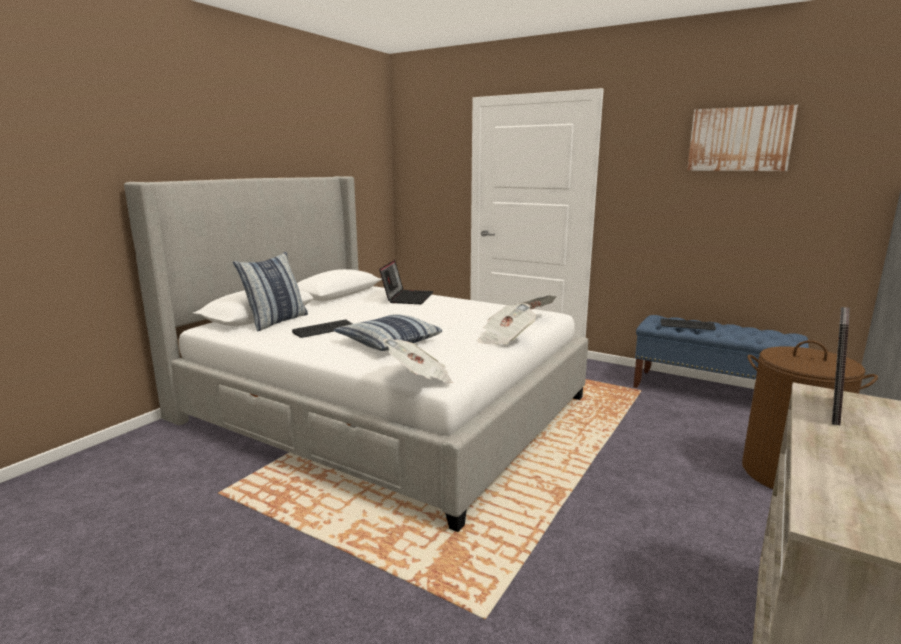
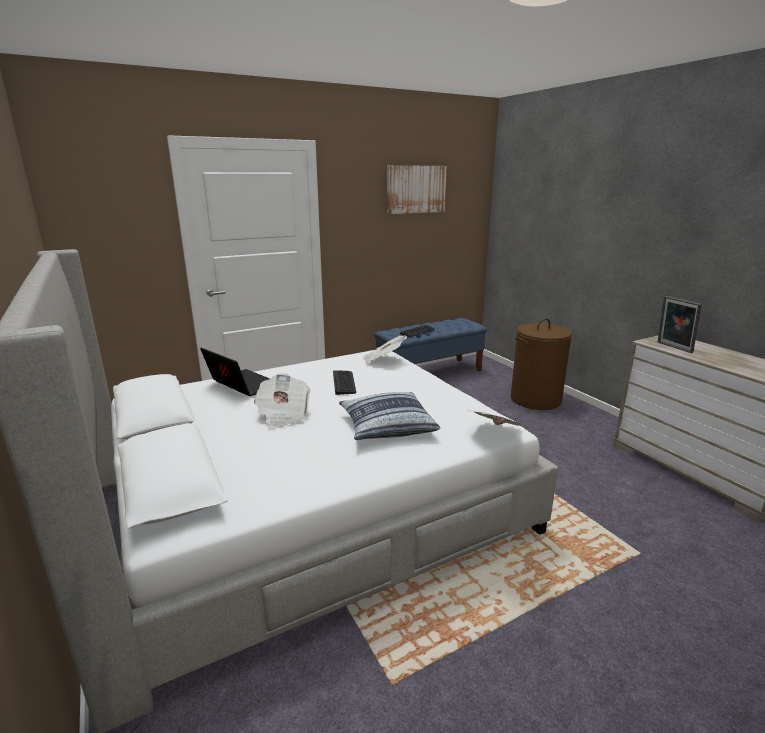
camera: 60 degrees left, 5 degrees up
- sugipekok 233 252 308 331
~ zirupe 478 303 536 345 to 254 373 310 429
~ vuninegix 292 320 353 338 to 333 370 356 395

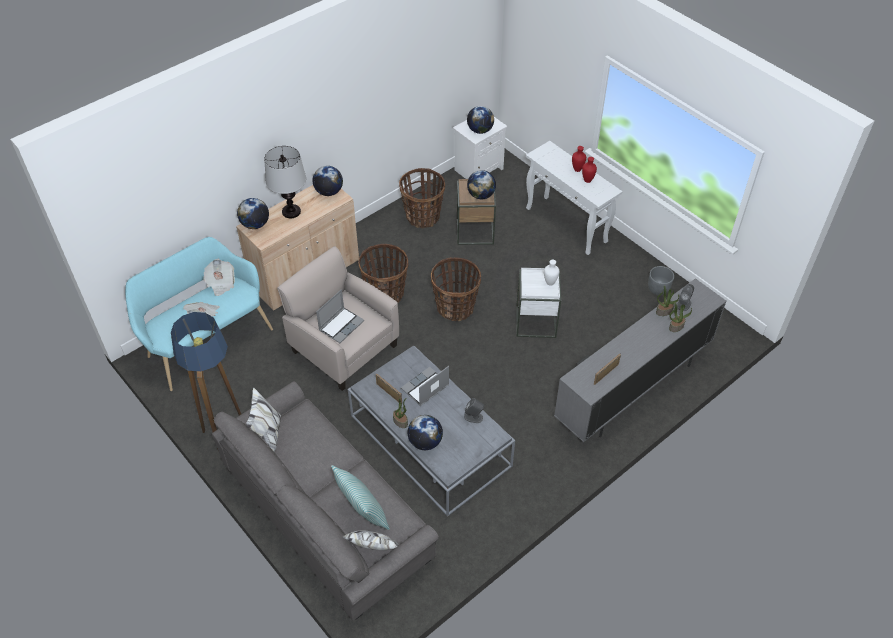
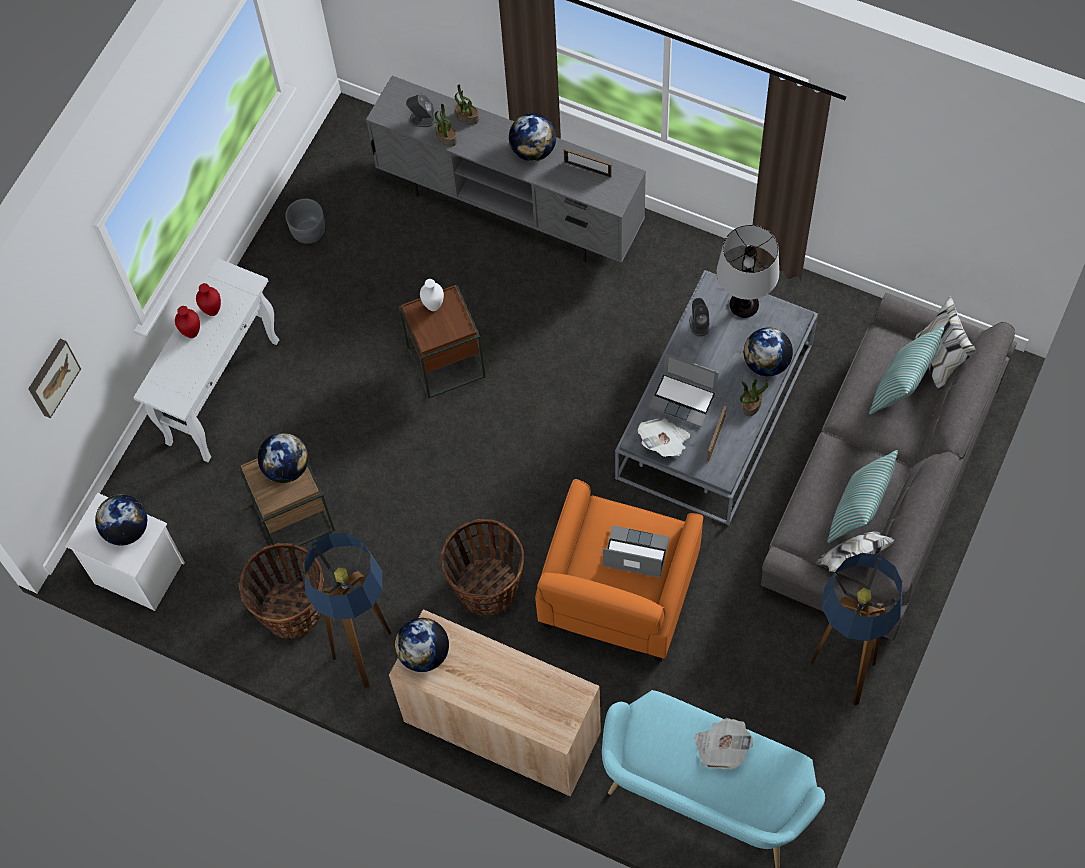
camera: 110 degrees left, 15 degrees up
~ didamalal 264 146 306 218 to 716 225 780 318
~ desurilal 237 198 269 229 to 509 113 556 161
~ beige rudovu 277 246 399 391 to orange rudovu 535 479 704 662
- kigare 431 257 481 321
~ zirupe 203 259 235 296 to 638 418 690 457
~ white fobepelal 516 268 561 338 to brown fobepelal 399 285 486 399
+ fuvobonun 28 339 81 418
+ sugipekok 827 450 898 543
+ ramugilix 305 533 391 688

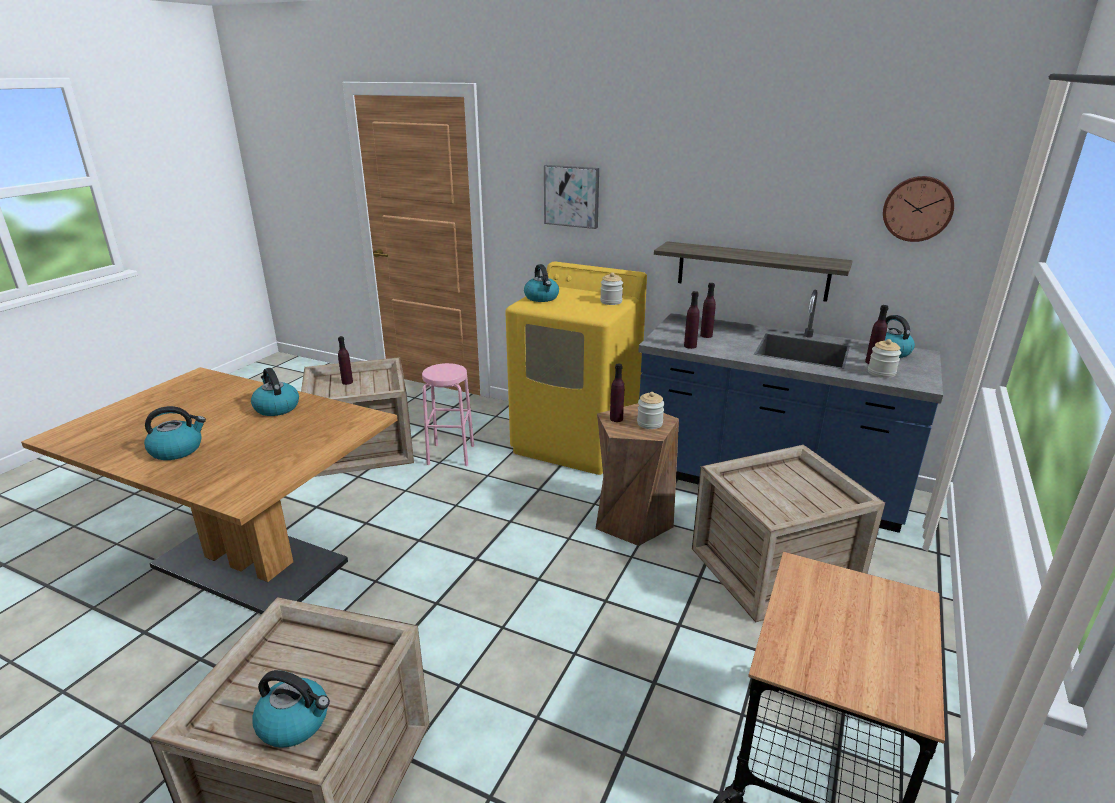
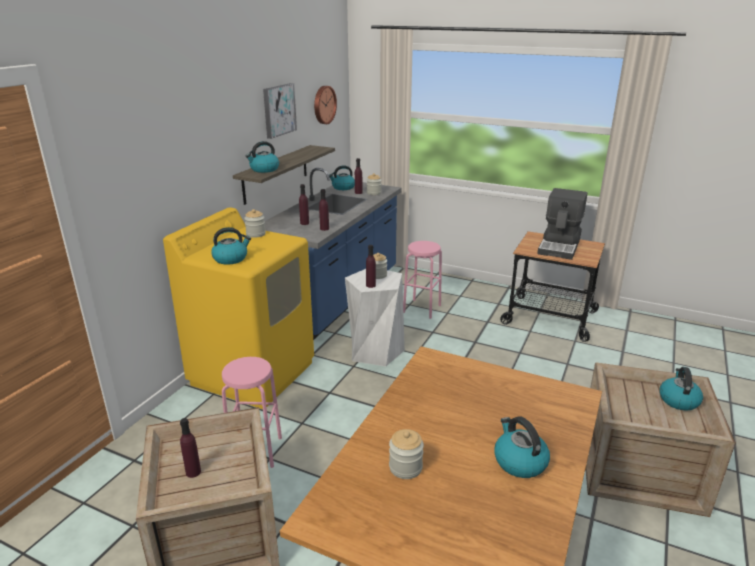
camera: 90 degrees left, 0 degrees up
~ fuvobonun 544 165 599 229 to 263 83 297 139
~ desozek 251 368 299 416 to 245 141 279 173
~ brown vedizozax 596 403 679 546 to white vedizozax 345 269 405 367
~ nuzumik 692 445 885 622 to pink vedizozax 403 241 442 319
+ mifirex 537 188 587 260
+ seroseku 389 429 424 479

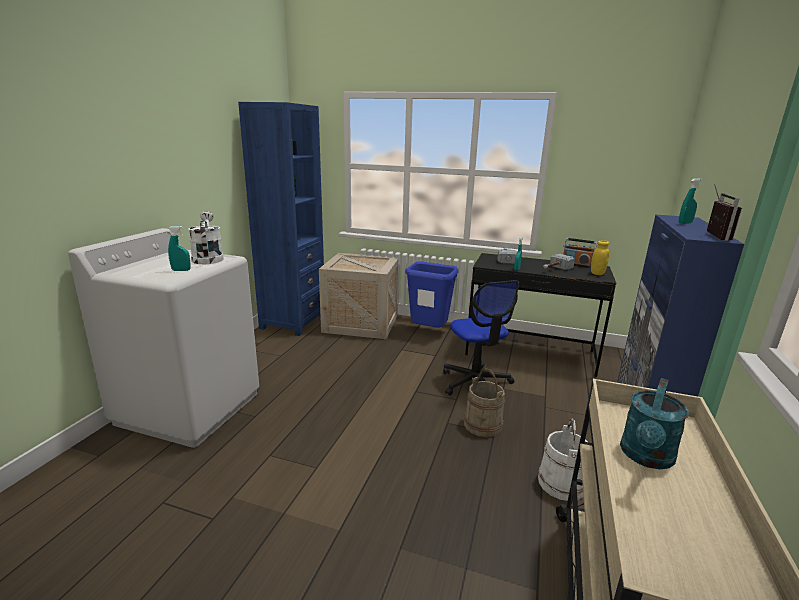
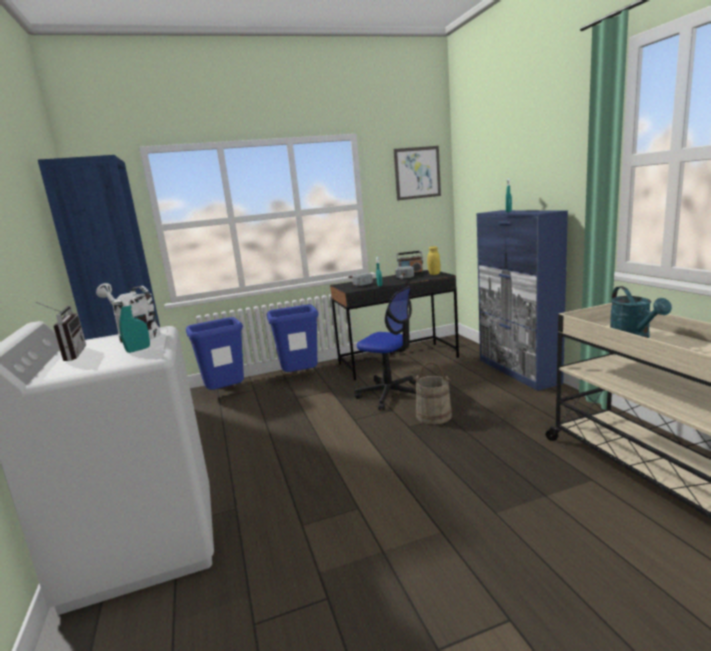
camera: 35 degrees left, 5 degrees down
~ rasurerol 707 184 742 241 to 36 302 86 361
~ nuzumik 319 253 398 339 to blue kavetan 186 317 244 390
- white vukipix 538 418 588 501
+ fuvobonun 394 146 441 201

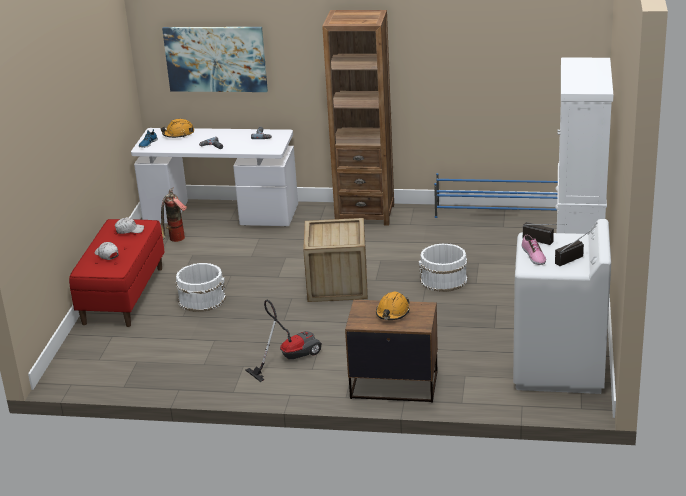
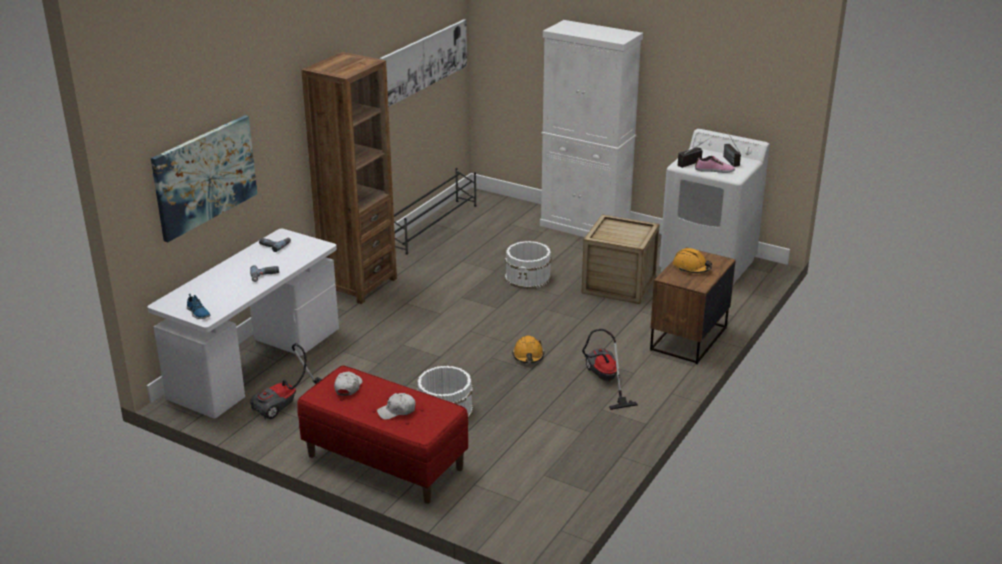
camera: 70 degrees left, 0 degrees up
~ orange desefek 161 119 194 138 to 512 336 544 363
~ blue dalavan 434 173 558 218 to black dalavan 394 168 477 255
~ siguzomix 161 188 187 242 to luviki 250 343 322 419
~ nuzumik 303 218 368 302 to 582 215 660 304
+ fuvobonun 379 19 467 107

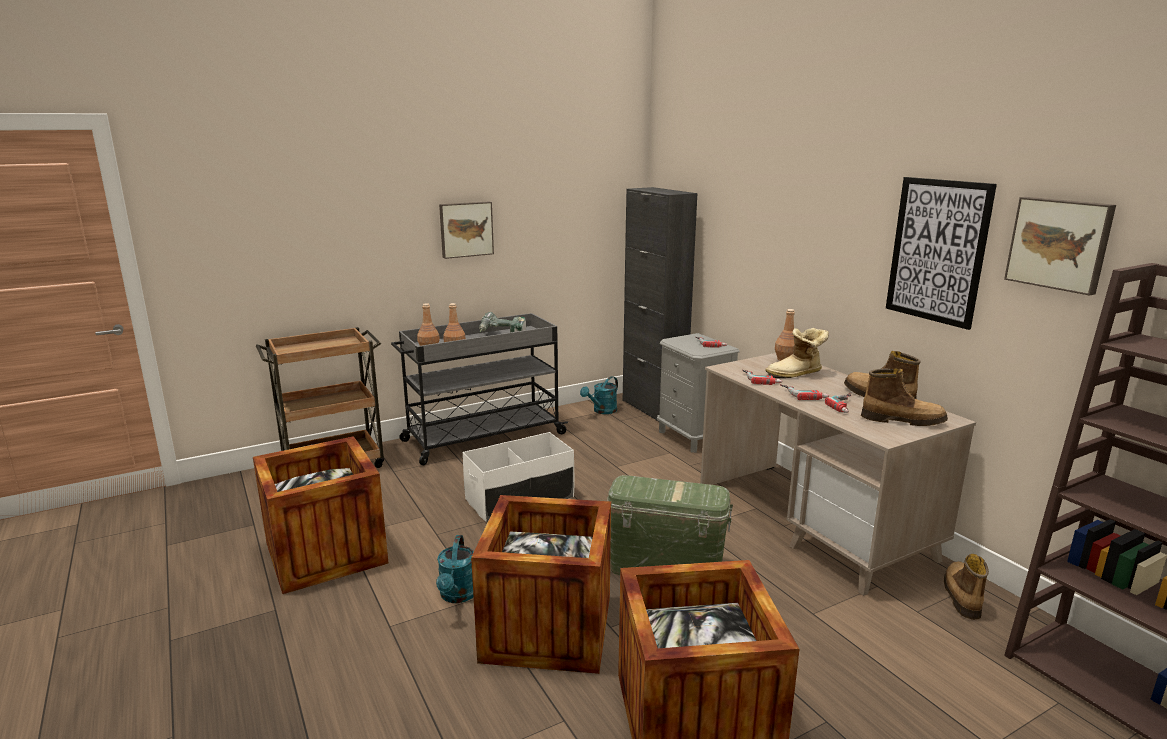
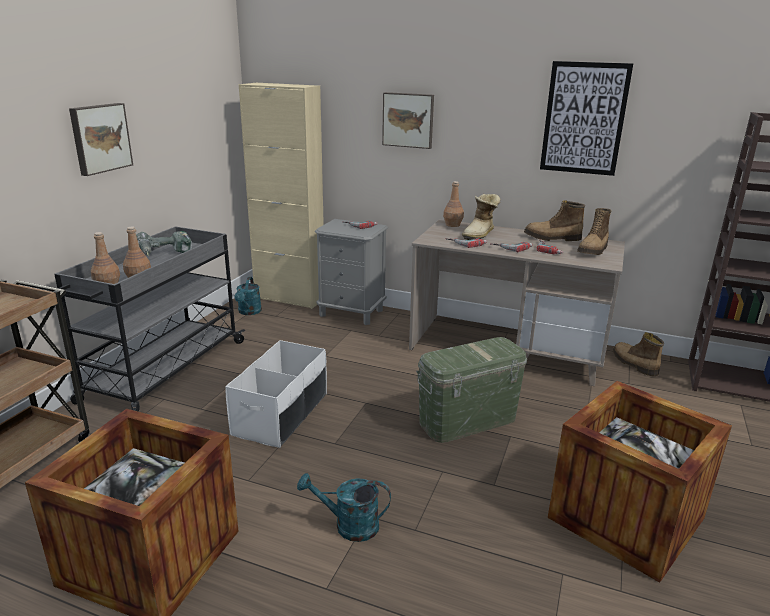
camera: 40 degrees left, 5 degrees up
~ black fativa 623 187 697 422 to beige fativa 239 83 324 309
~ fuvobonun 1004 197 1116 296 to 382 92 434 149
~ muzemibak 861 368 948 426 = 577 208 611 255 150 degrees clockwise
- nuzumik 471 495 611 674
~ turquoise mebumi 436 535 474 603 = 297 473 391 542 135 degrees clockwise

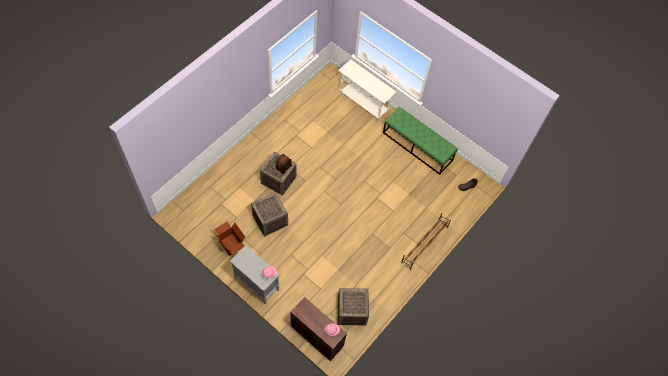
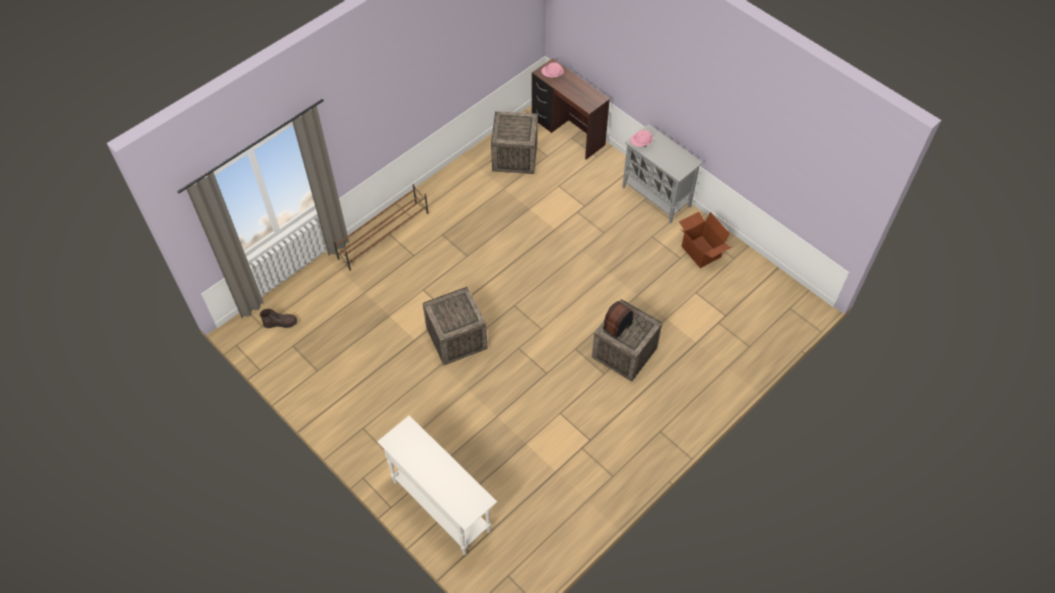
camera: 170 degrees left, 5 degrees down
- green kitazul 383 107 458 175
~ nuzumik 251 192 288 237 to 423 287 488 365

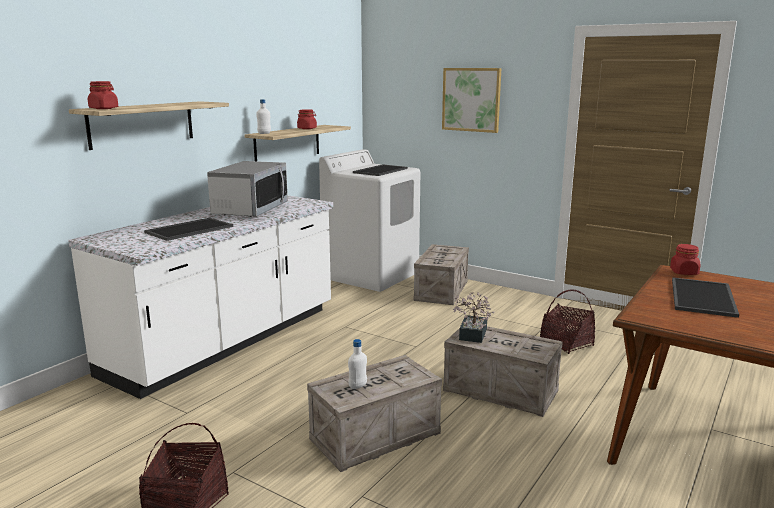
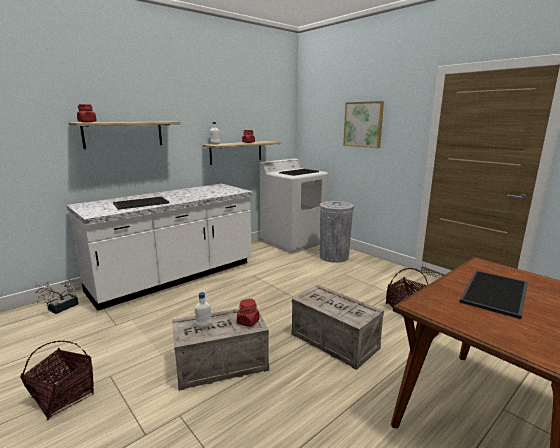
camera: 15 degrees right, 0 degrees up
- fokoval 207 161 288 217
~ nuzumik 414 244 469 305 to grey kavetan 320 201 354 263
~ red seroseku 670 244 700 275 to 237 298 259 327
~ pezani 453 292 494 343 to 34 279 79 314

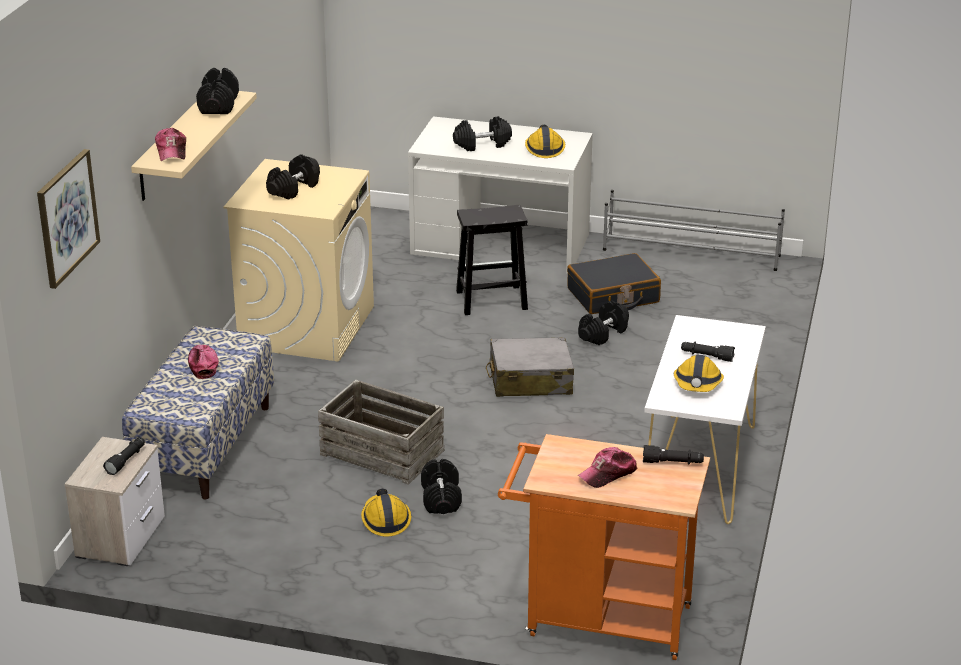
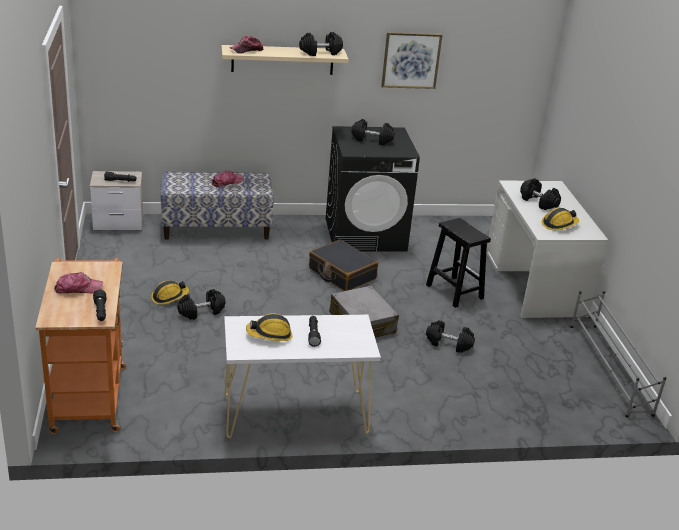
camera: 65 degrees right, 0 degrees up
~ fuvobonun 37 149 100 289 to 381 32 442 89
~ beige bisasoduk 224 159 374 361 to black bisasoduk 326 126 420 252
~ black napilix 567 253 661 314 to 309 240 378 291
- nuzumik 318 380 445 485
~ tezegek 578 447 638 488 = 54 272 103 293 135 degrees clockwise

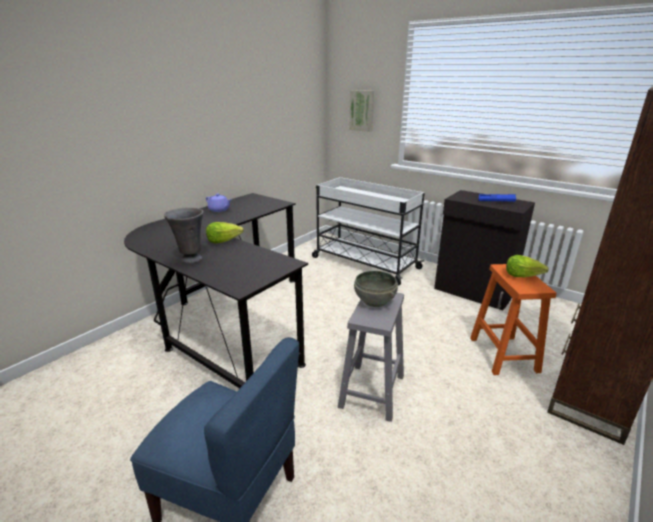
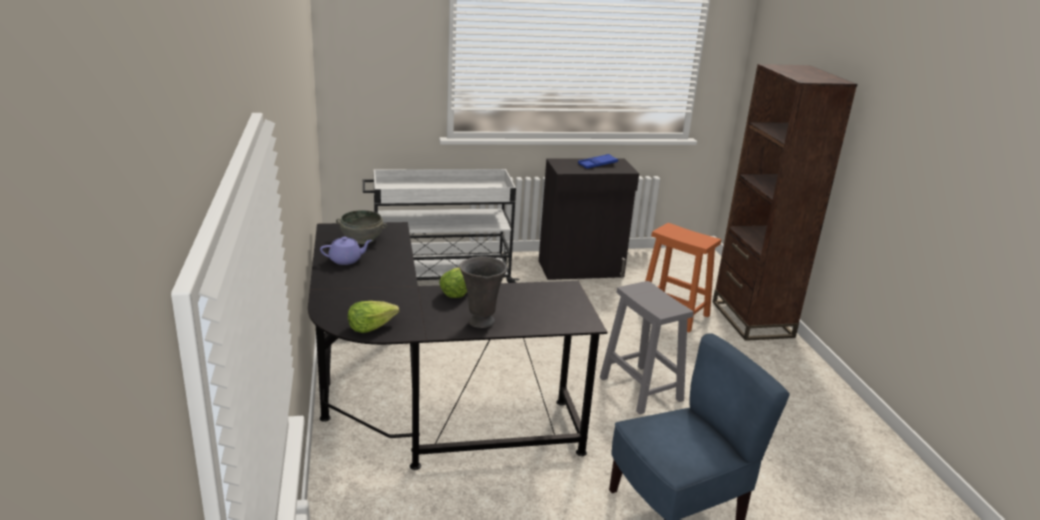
camera: 50 degrees left, 0 degrees up
- fuvobonun 349 90 374 132
~ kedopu 506 255 549 277 to 348 301 399 333
~ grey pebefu 354 271 398 307 to 336 210 387 244

